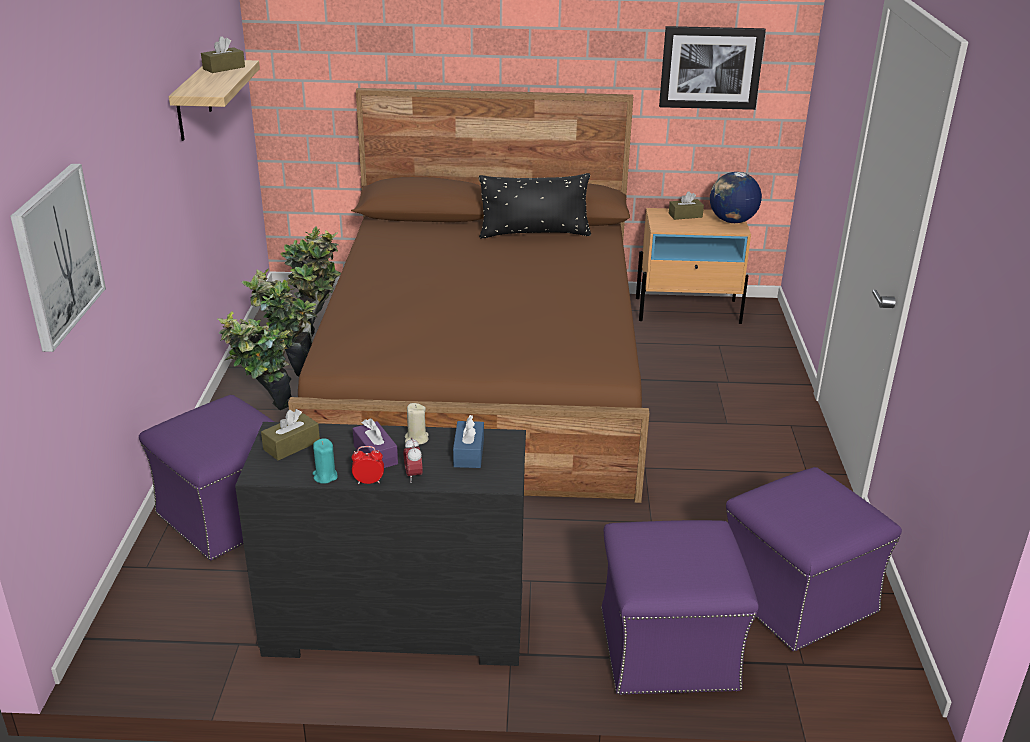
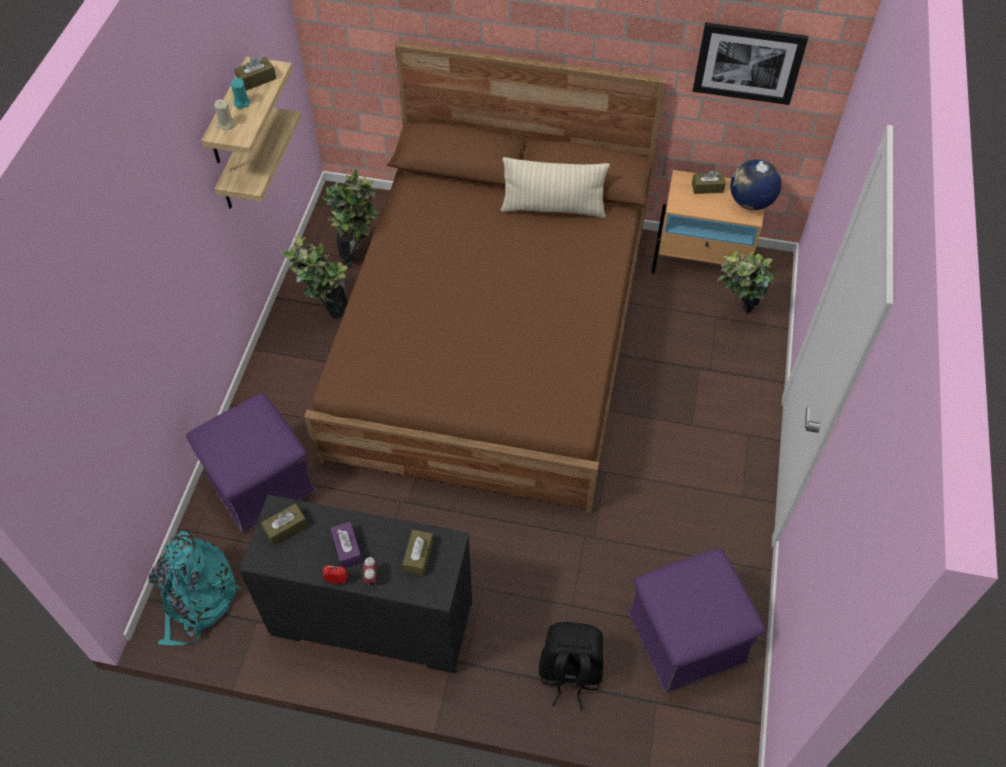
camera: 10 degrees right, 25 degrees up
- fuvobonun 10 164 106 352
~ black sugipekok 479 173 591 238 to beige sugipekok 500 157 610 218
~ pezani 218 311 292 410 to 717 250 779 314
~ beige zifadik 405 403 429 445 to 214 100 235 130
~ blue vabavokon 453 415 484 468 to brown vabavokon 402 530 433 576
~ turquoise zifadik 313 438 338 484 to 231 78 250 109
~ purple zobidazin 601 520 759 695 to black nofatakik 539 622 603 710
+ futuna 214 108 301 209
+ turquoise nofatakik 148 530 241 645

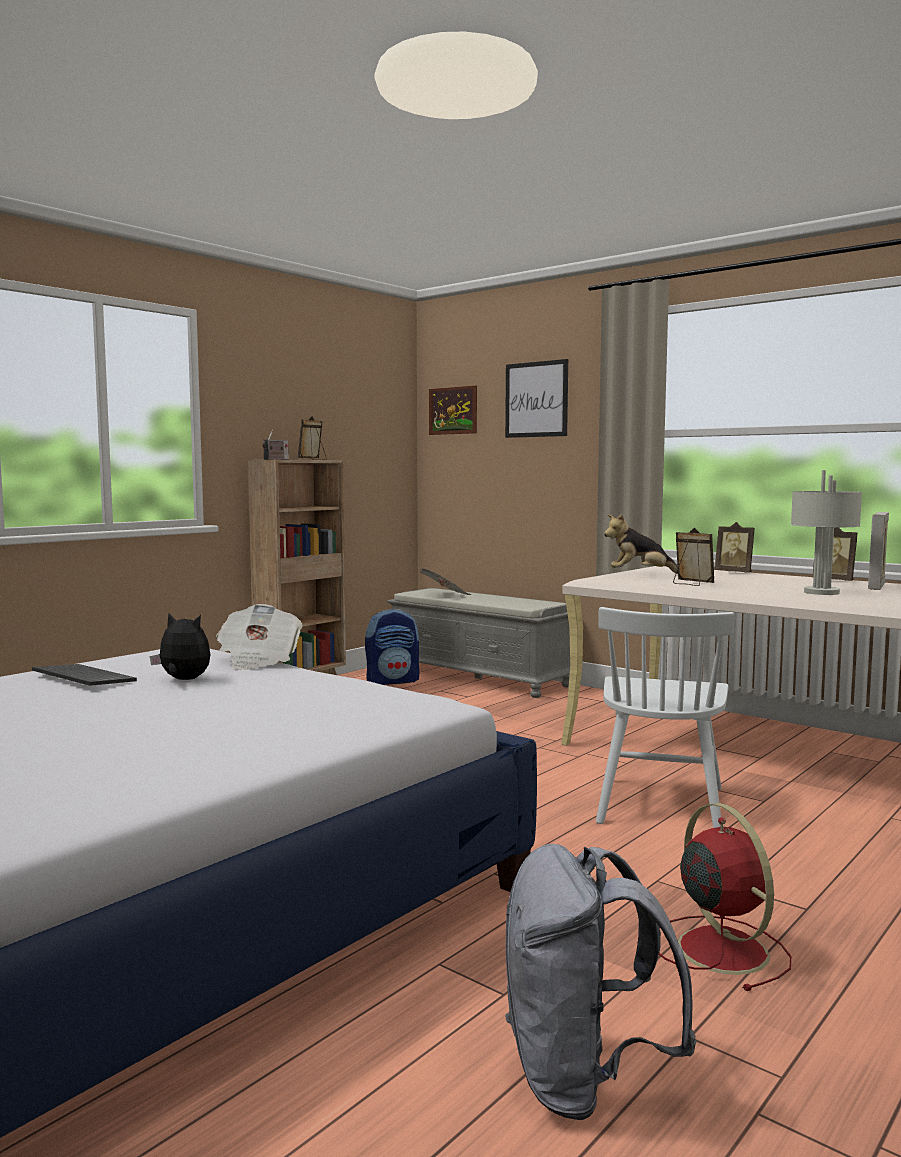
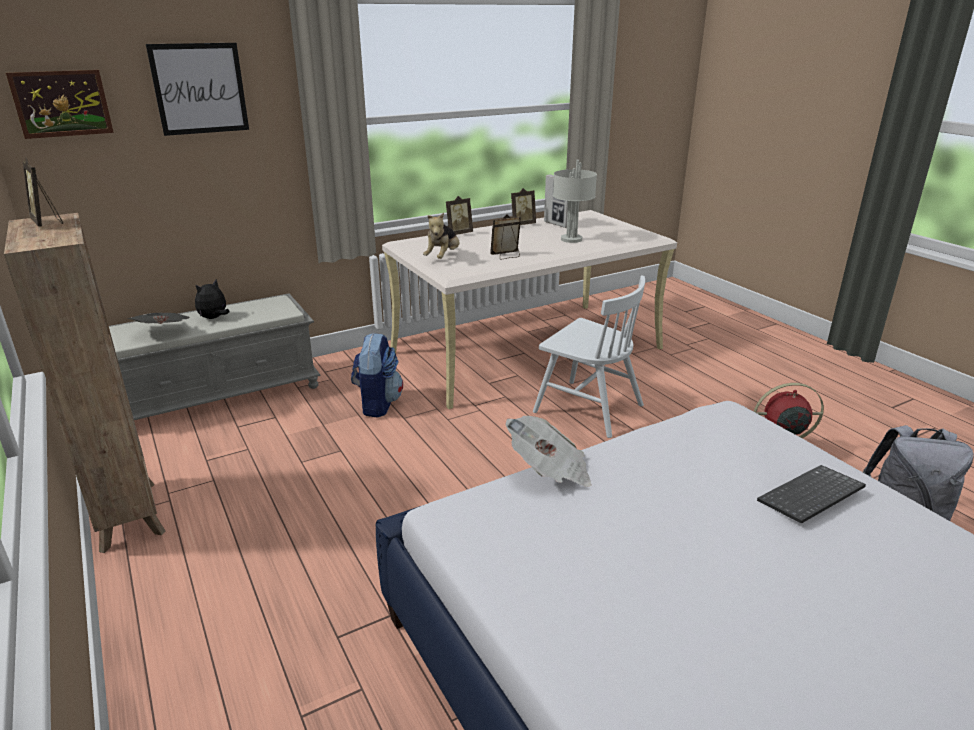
camera: 70 degrees left, 20 degrees up
- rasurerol 262 429 289 460
~ nofatakik 365 609 420 685 to 351 333 403 418
~ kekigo 150 613 211 680 to 195 279 230 319
~ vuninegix 32 664 137 686 to 757 465 866 524

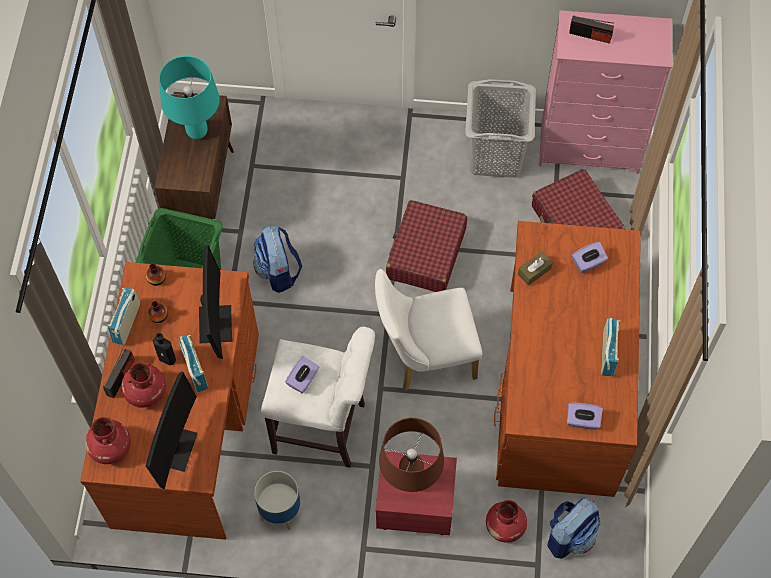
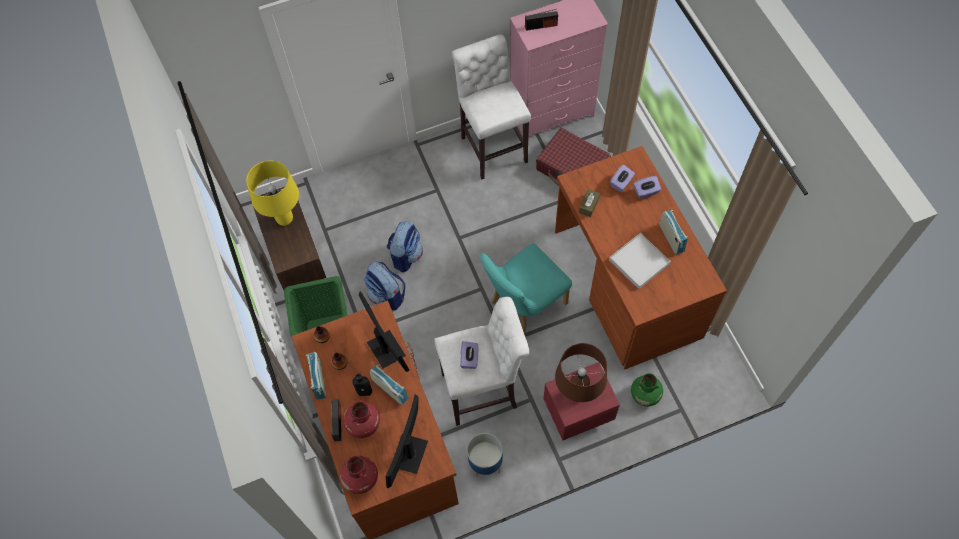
camera: 25 degrees left, 0 degrees up
~ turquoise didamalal 159 56 220 139 to yellow didamalal 246 161 299 226
~ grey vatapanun 465 79 536 178 to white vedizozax 452 34 531 179
- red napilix 386 200 467 292
~ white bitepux 375 269 482 391 to turquoise bitepux 480 243 572 335
~ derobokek 146 371 198 489 = 386 394 428 488 150 degrees counterclockwise
~ purple vabavokon 567 403 603 430 to 633 176 661 199
~ nofatakik 547 498 601 559 to 387 221 423 272
~ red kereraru 486 500 527 543 to green kereraru 631 373 663 407
+ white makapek 609 233 671 289

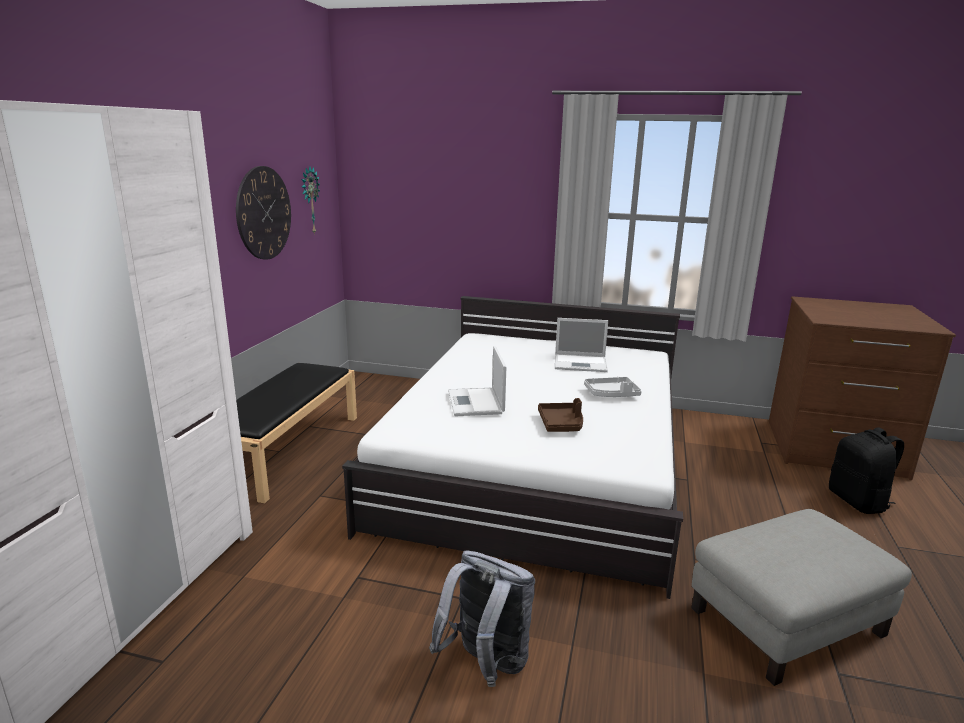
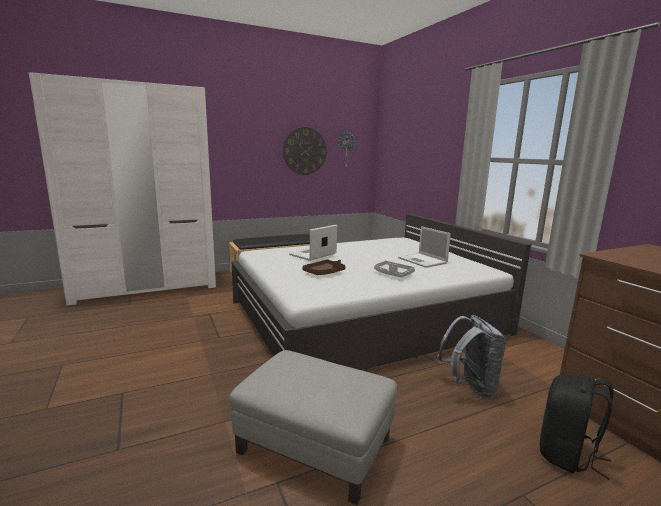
camera: 50 degrees right, 5 degrees down
~ grey nofatakik 429 550 535 687 to 437 315 506 398

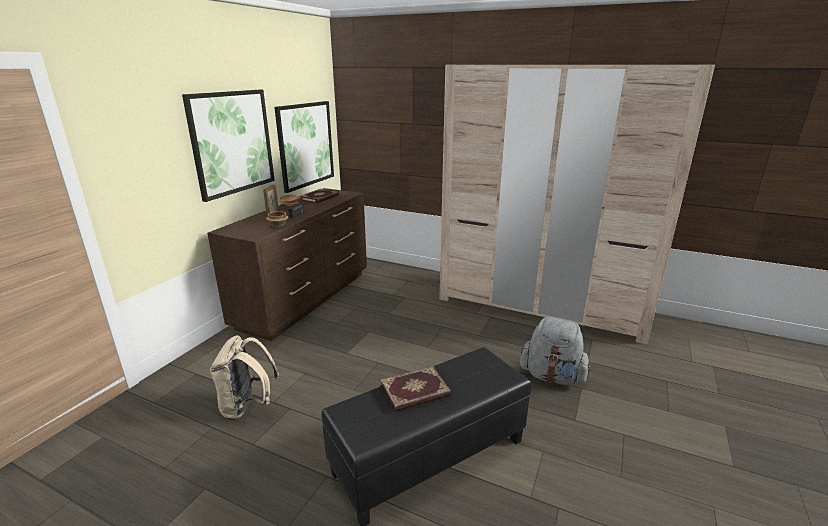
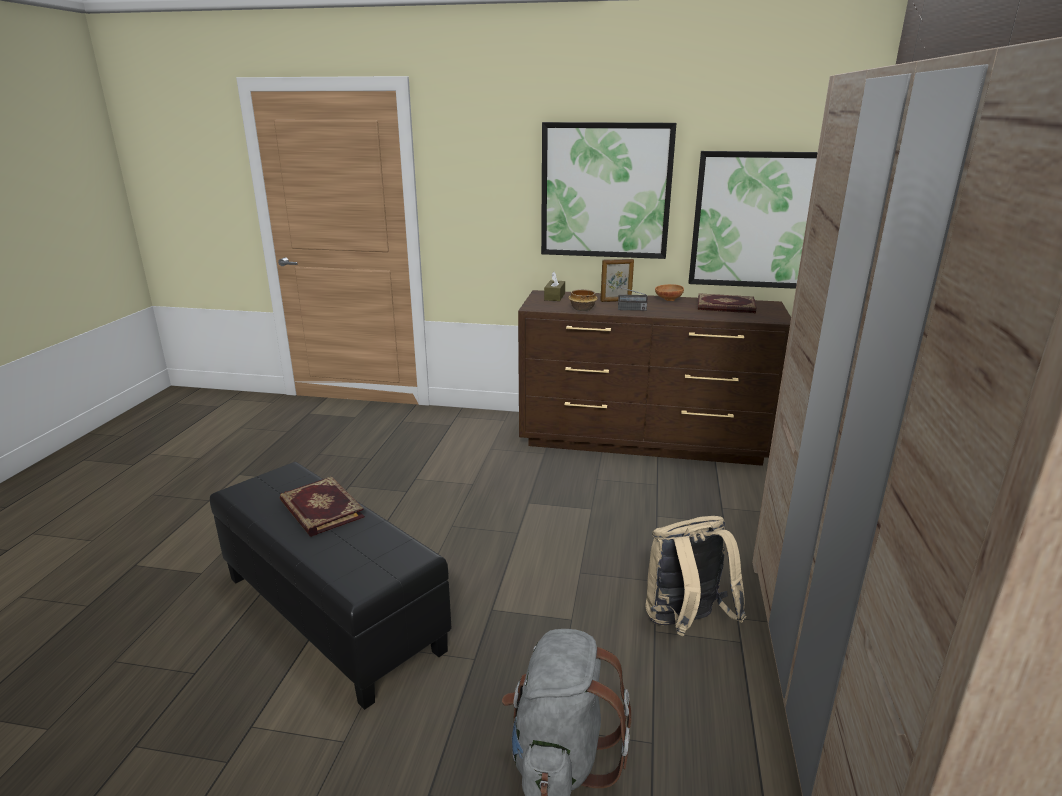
camera: 75 degrees right, 0 degrees up
~ beige nofatakik 210 335 279 420 to 646 516 746 636
+ brown vabavokon 544 272 565 301

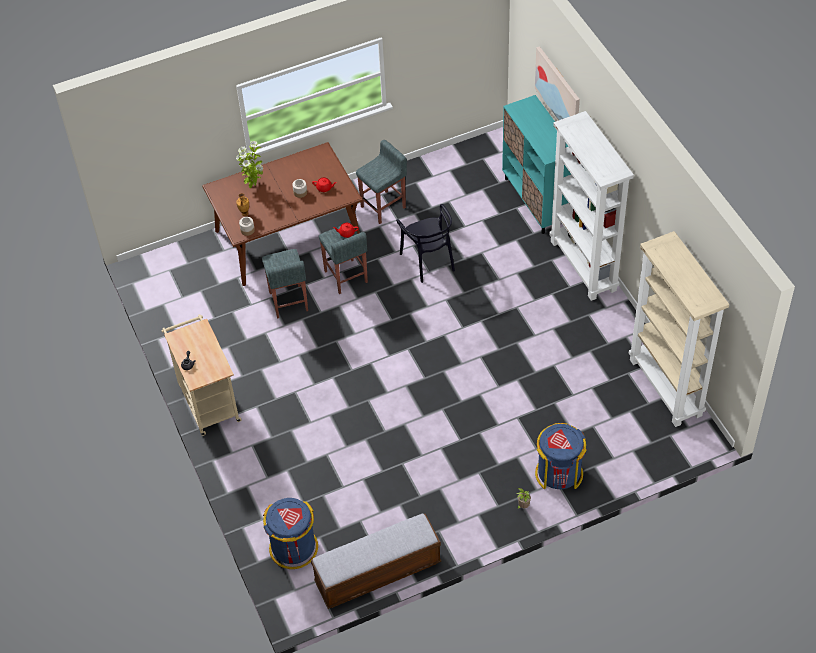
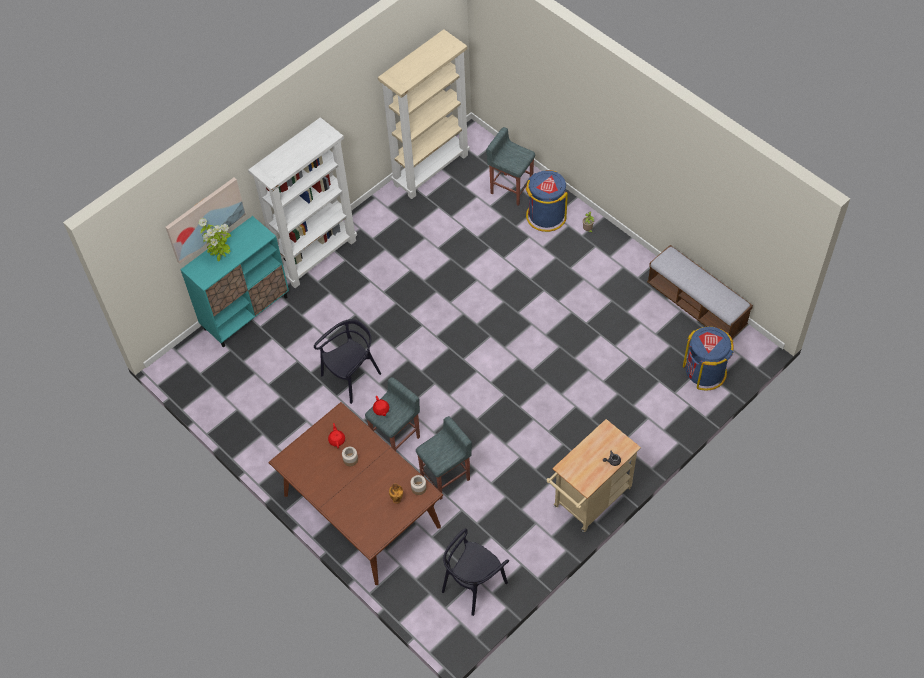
camera: 110 degrees left, 5 degrees up
~ grey vedizozax 356 140 407 224 to 486 127 535 206
~ pezani 236 141 263 188 to 198 218 231 261
+ black bitepux 442 528 509 616

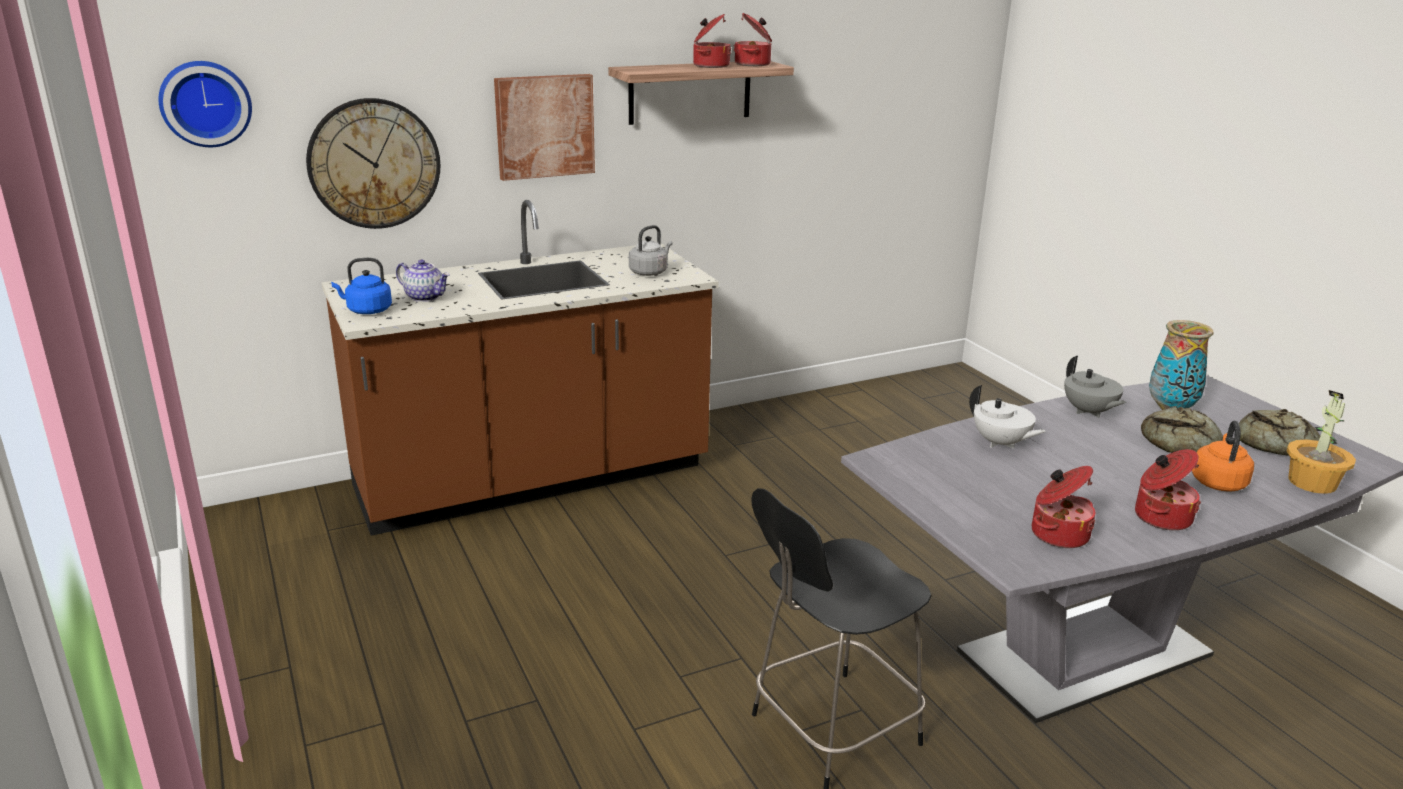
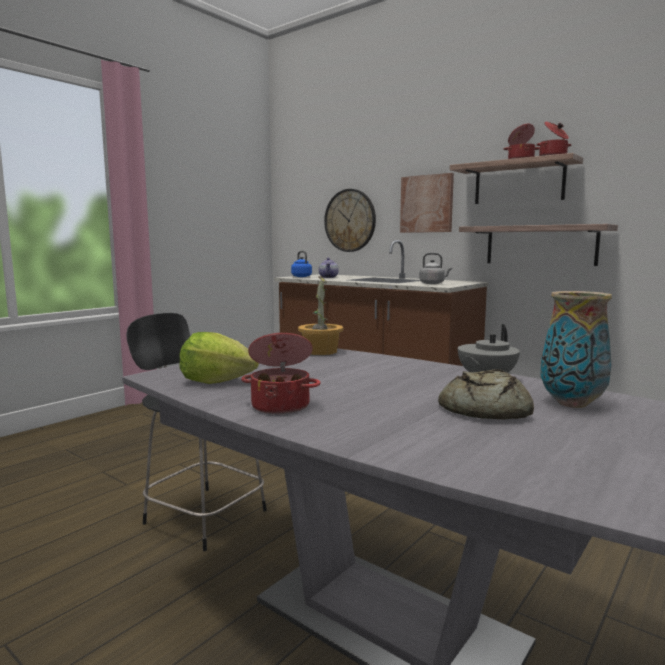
camera: 65 degrees right, 15 degrees down
- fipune 158 61 252 147
- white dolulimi 969 385 1046 449
~ pezani 1286 390 1356 494 to 298 276 343 355
- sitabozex 1239 409 1320 456
- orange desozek 1192 421 1254 492
~ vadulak 1032 466 1095 548 to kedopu 179 332 259 384
+ futuna 459 224 618 266

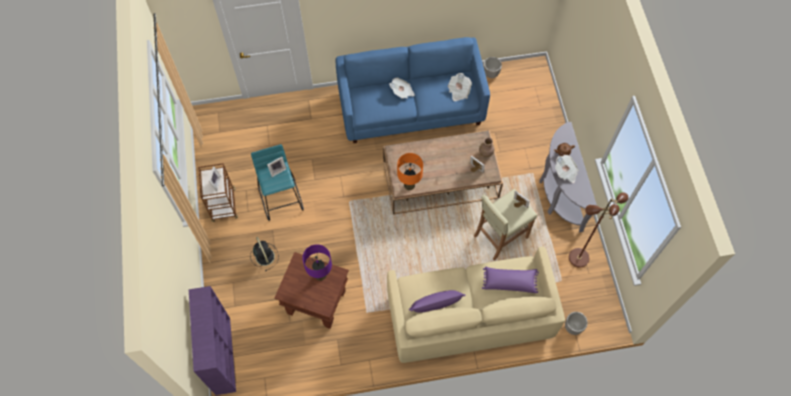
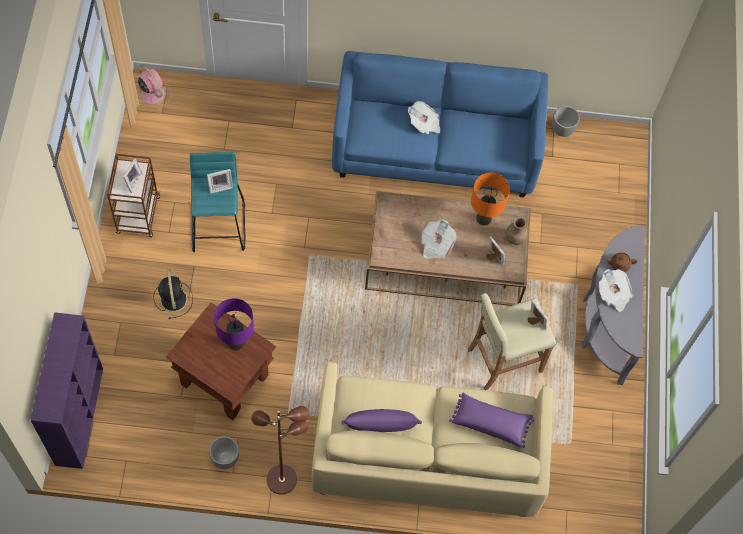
camera: 10 degrees right, 0 degrees up
~ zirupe 448 73 472 101 to 421 220 457 259
~ orange didamalal 397 153 423 190 to 471 173 510 225
~ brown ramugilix 569 192 629 268 to 251 406 310 495
~ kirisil 565 312 588 335 to 209 436 239 469
+ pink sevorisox 136 64 171 110

